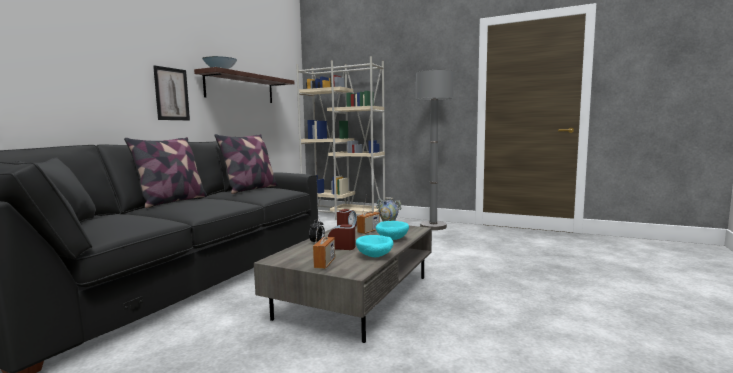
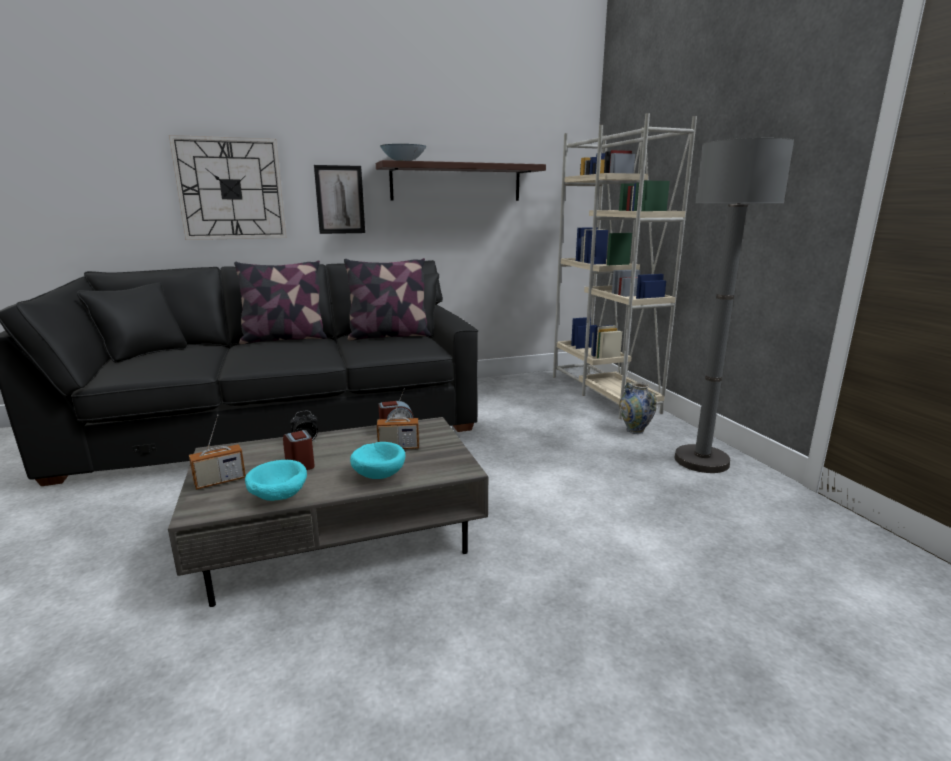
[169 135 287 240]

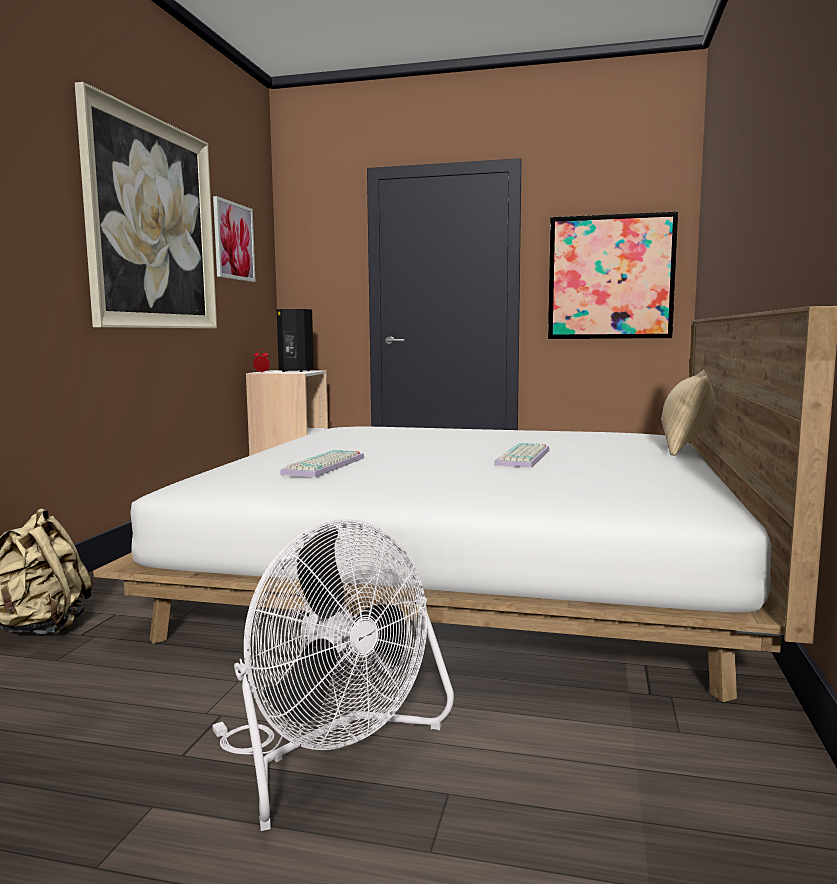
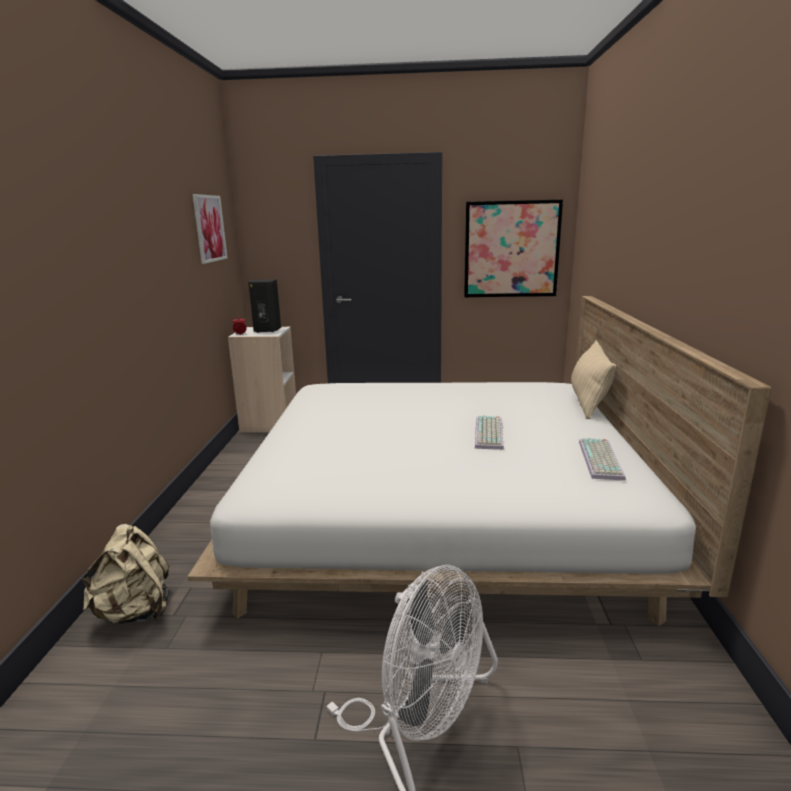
[75 82 217 329] (first image)
[579 438 626 481]

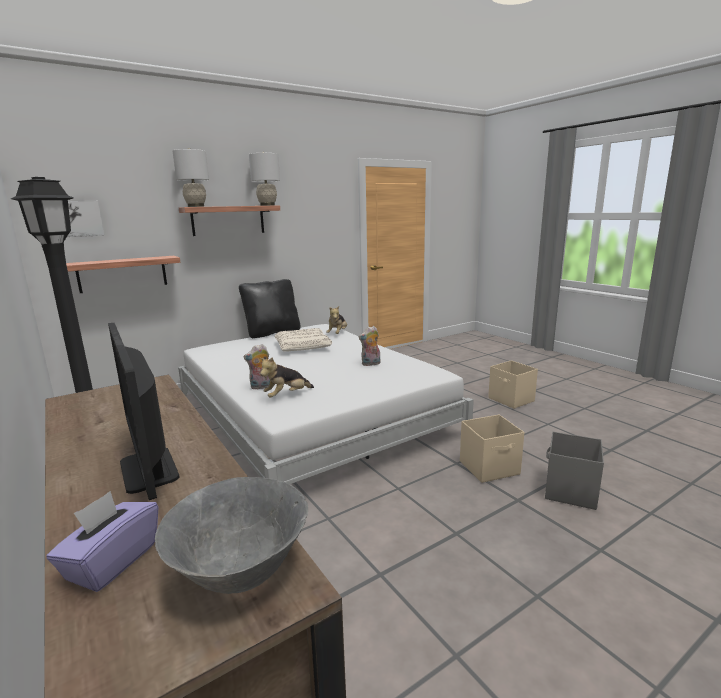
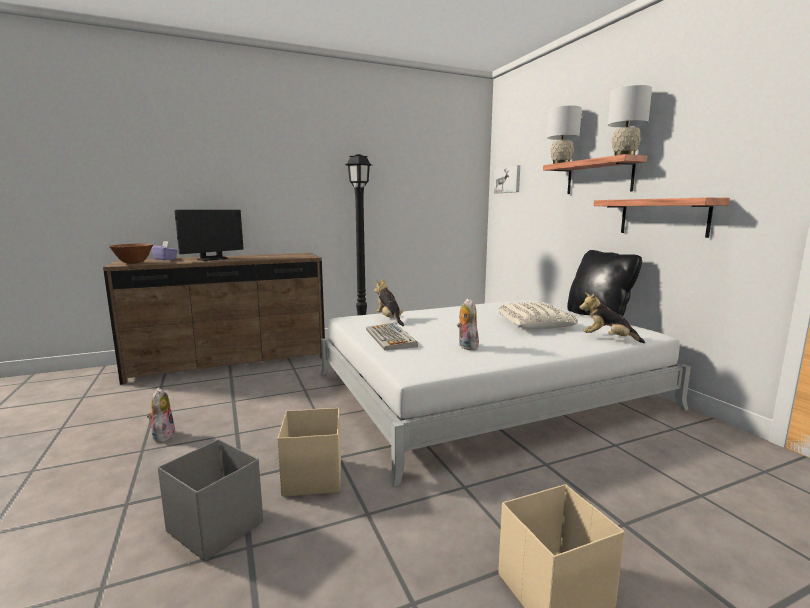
[593 197 730 238]
[174 210 244 261]
[109 243 153 264]
[147 388 176 443]
[366 323 418 350]

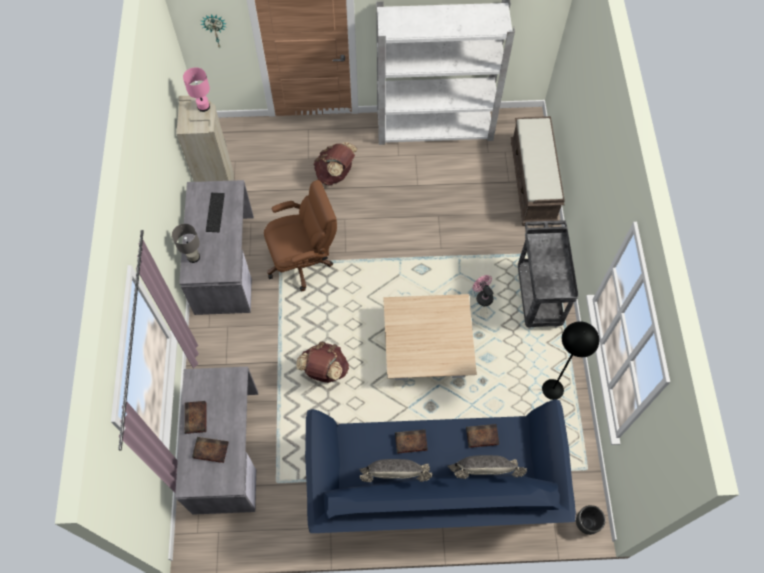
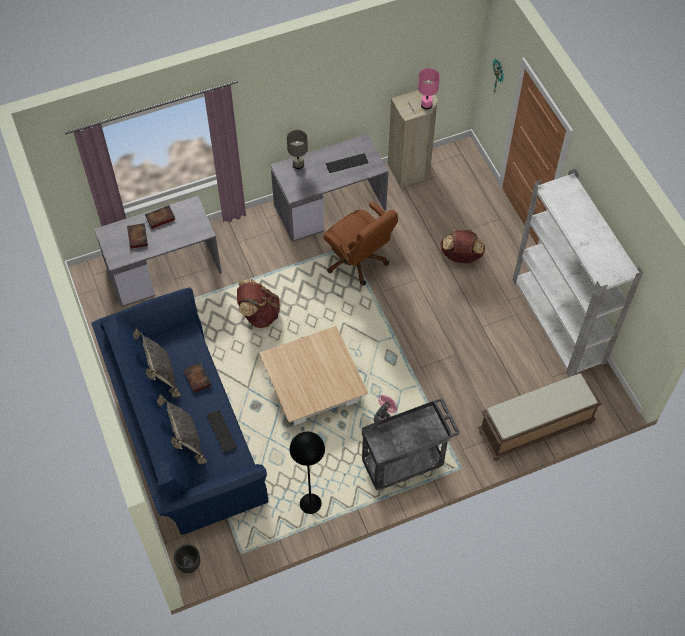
[207 410 237 453]

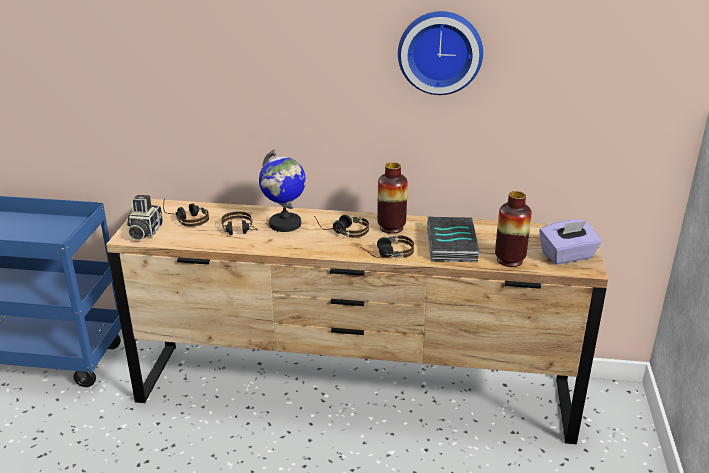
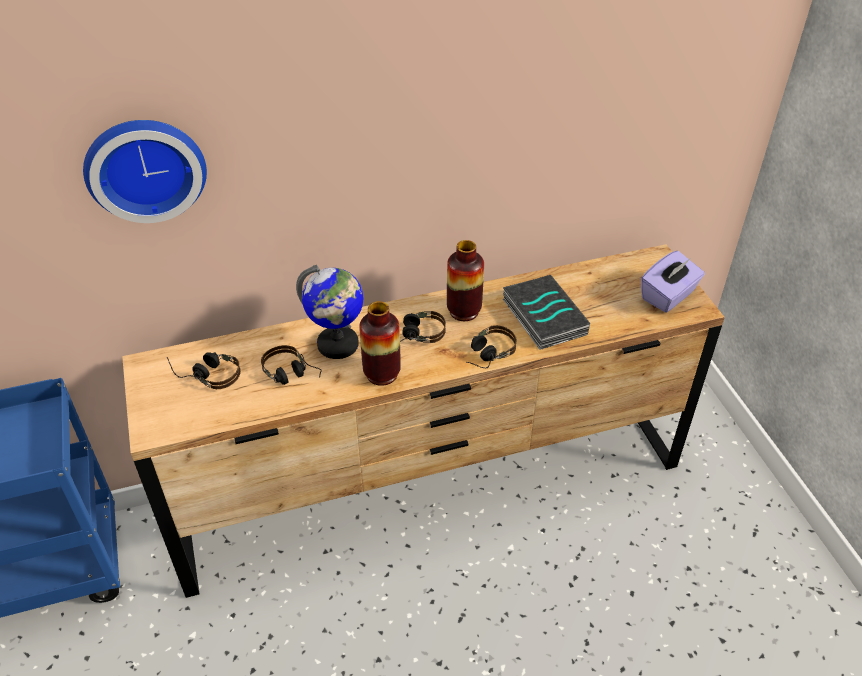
[127 195 163 241] (first image)
[83 120 207 223]
[359 301 401 386]

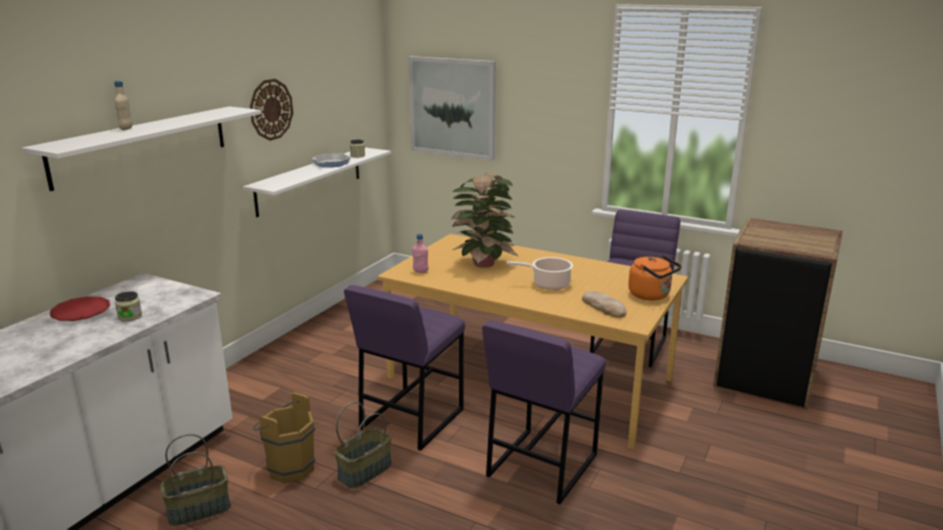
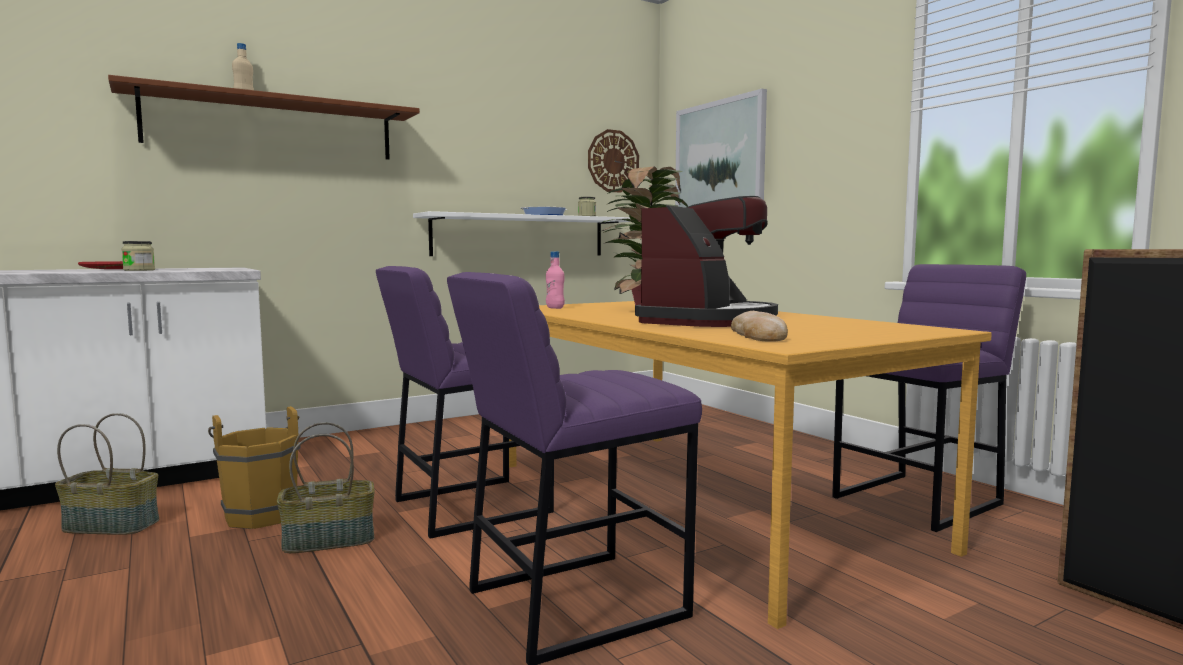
[108 75 420 160]
[588 129 639 193]
[635 196 778 327]
[628 255 682 300] (first image)

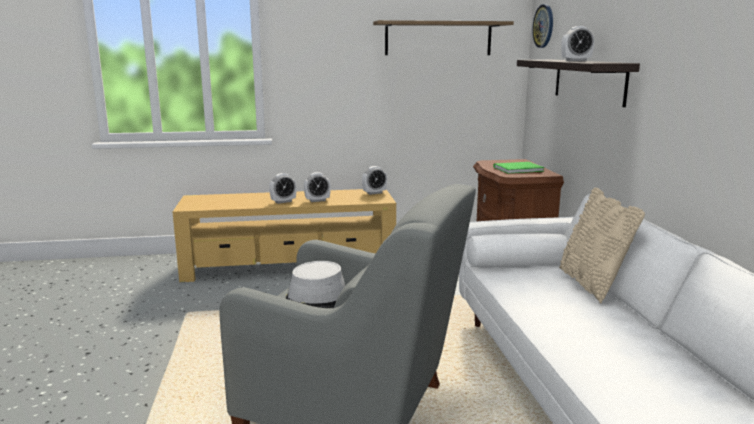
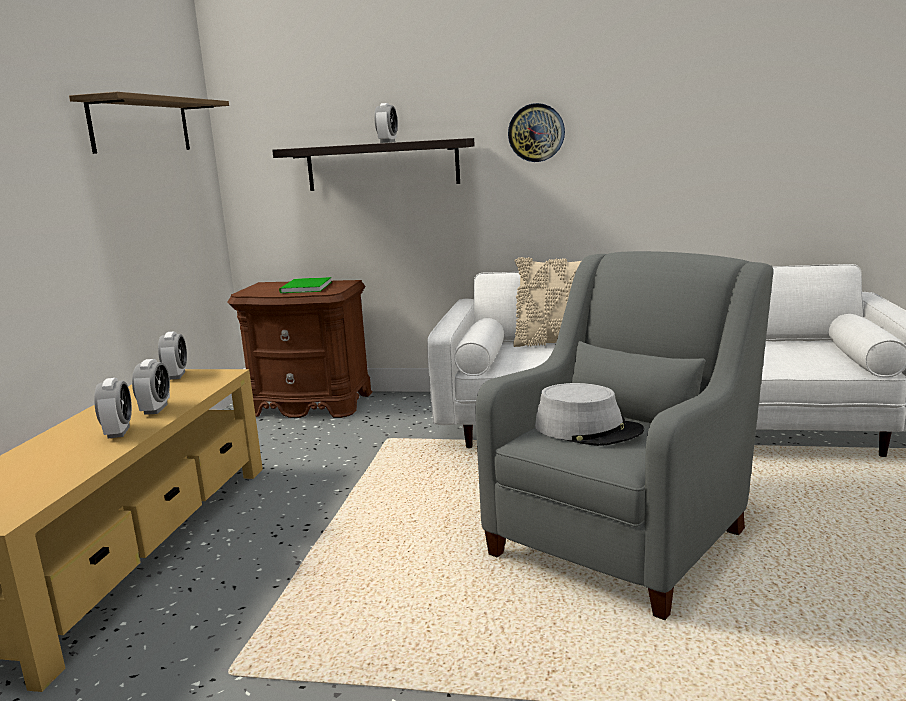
[508 103 565 162]

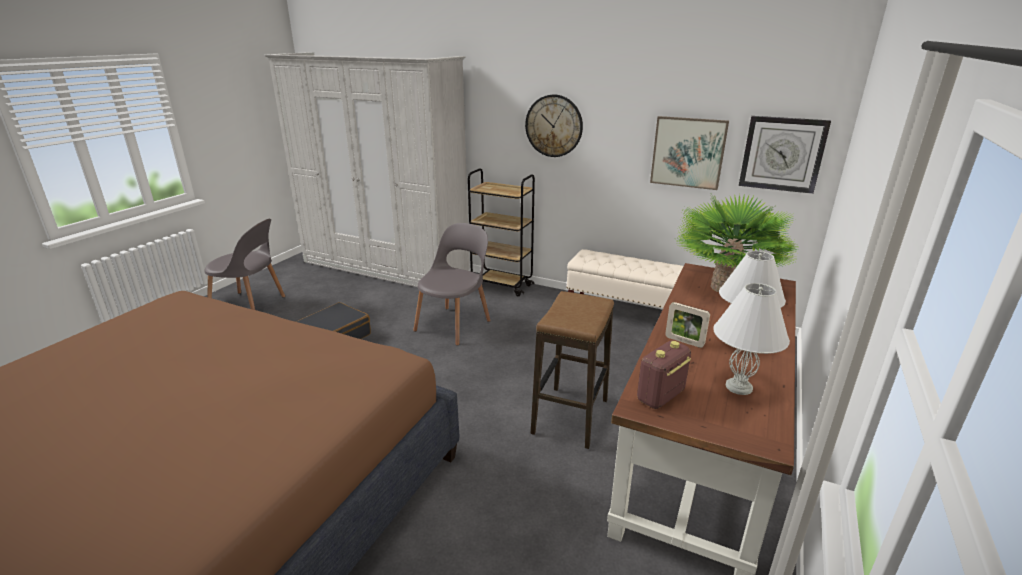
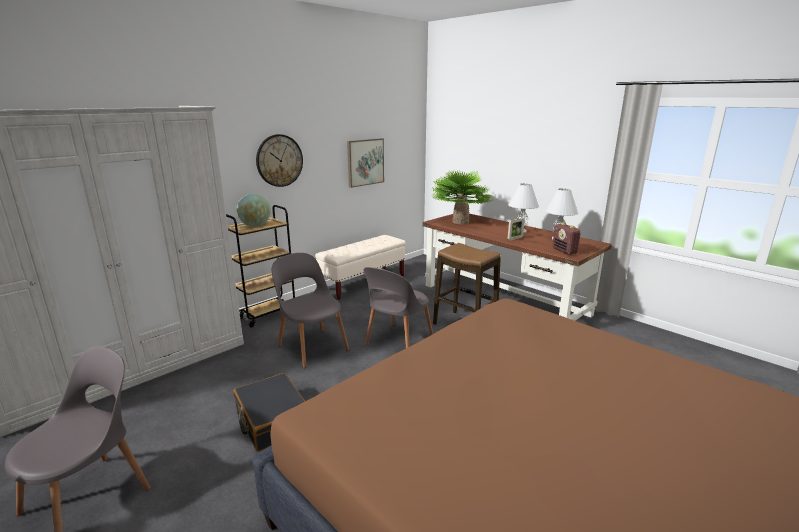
[739 116 831 194] (first image)
[236 194 271 227]
[364 267 433 348]

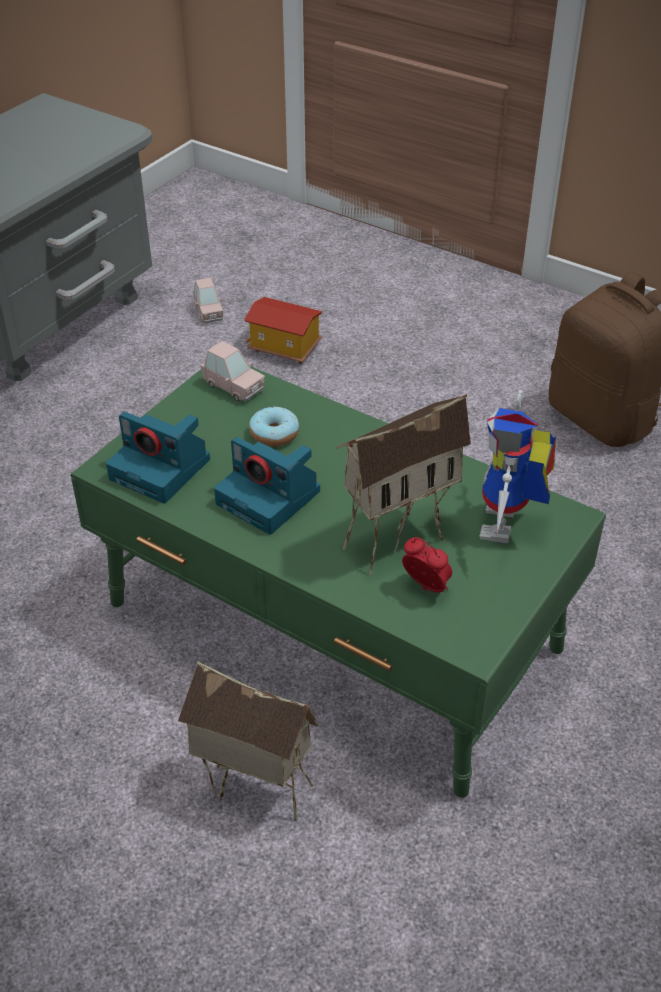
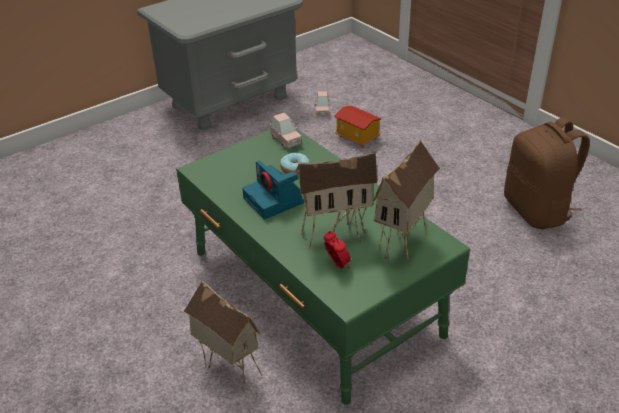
[106 412 210 504] (first image)
[373 139 440 261]

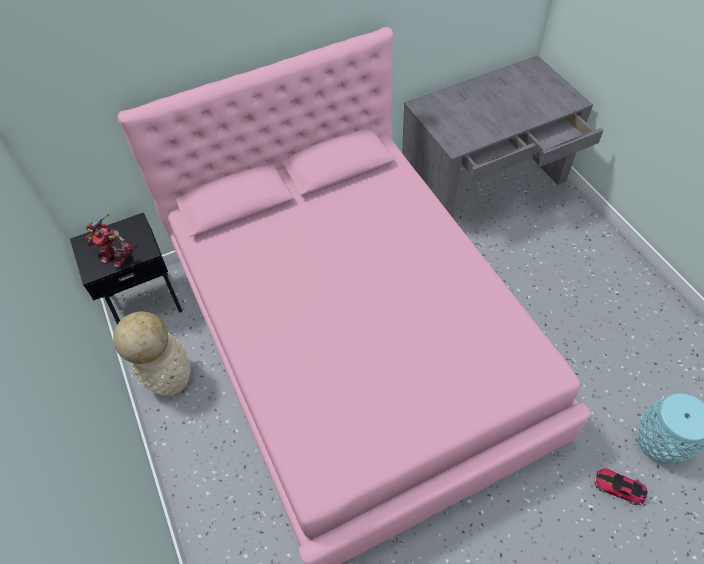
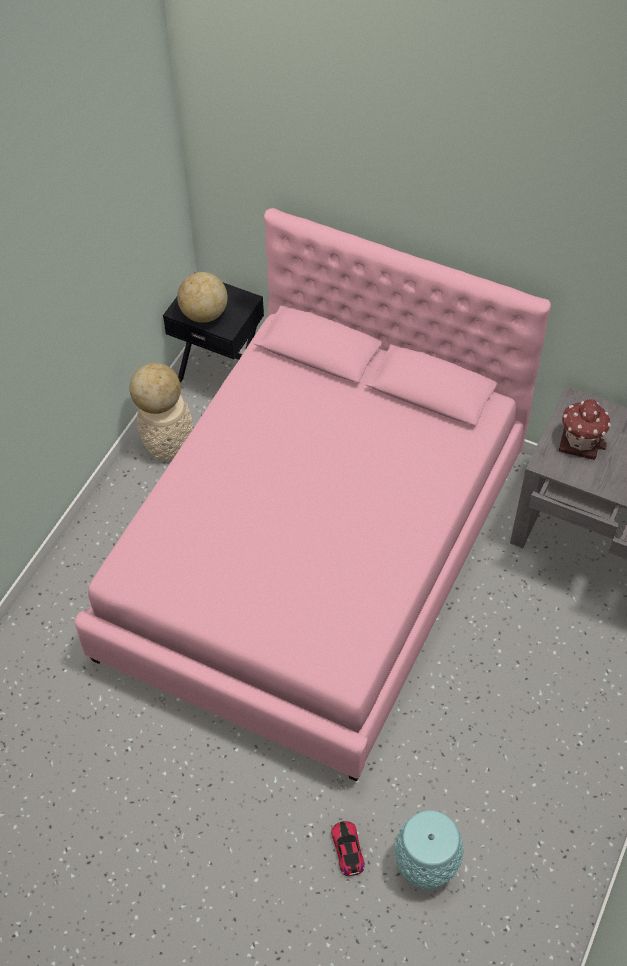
[177 272 228 323]
[559 399 611 460]

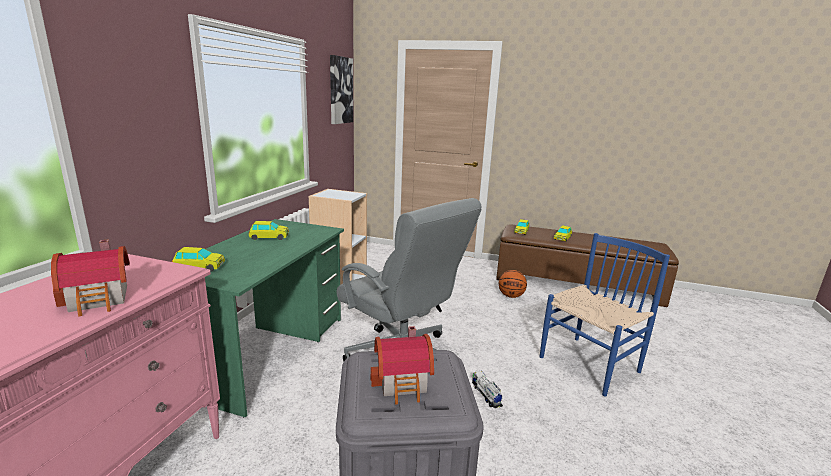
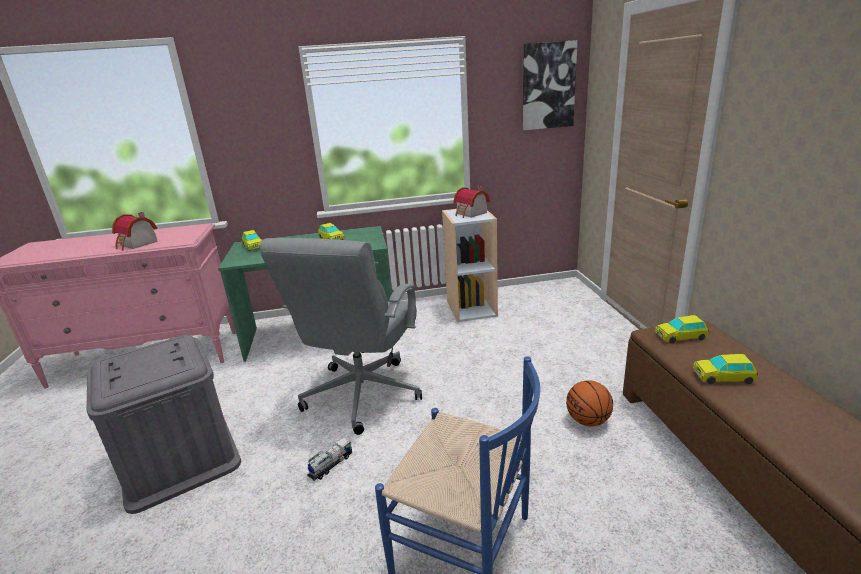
[453 186 490 218]

